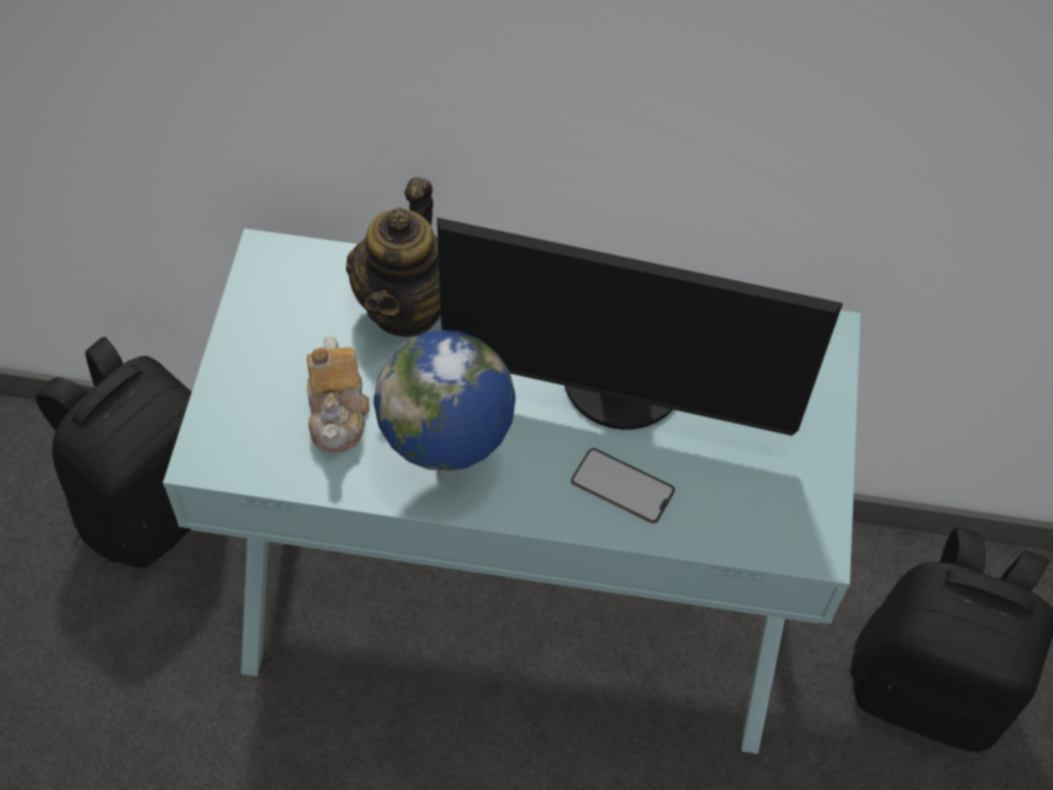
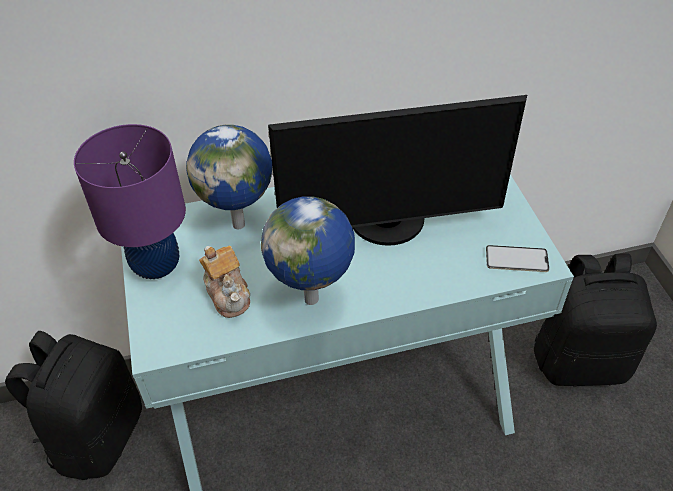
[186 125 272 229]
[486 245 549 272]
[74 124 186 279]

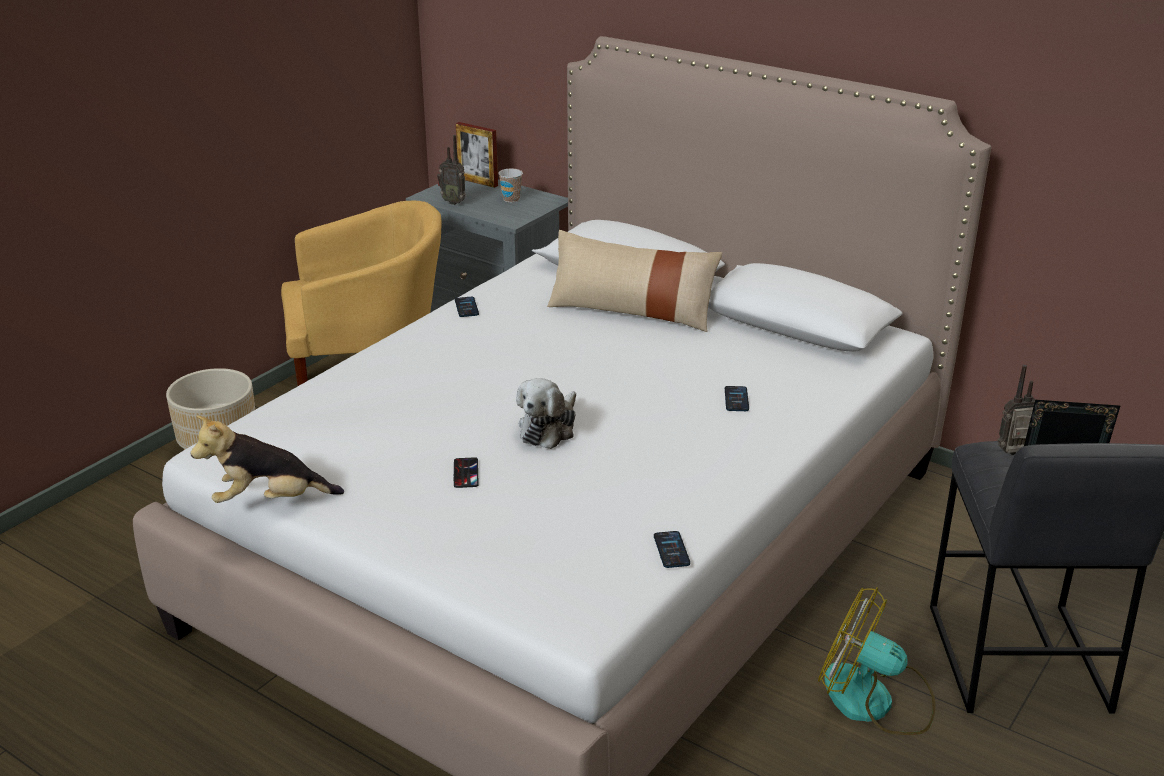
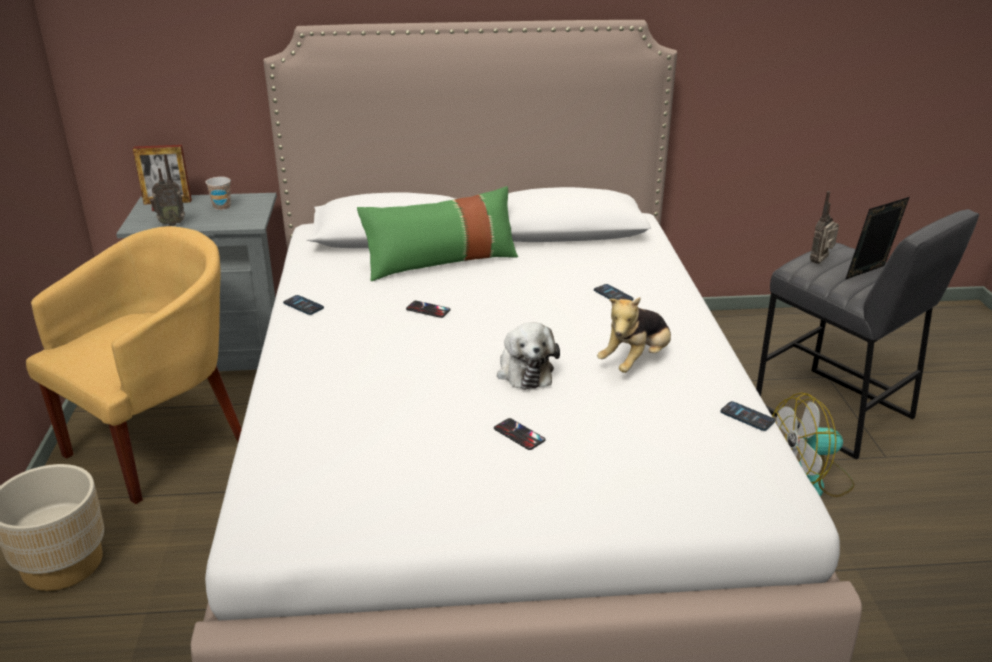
[597 297 671 373]
[357 186 518 281]
[406 301 451 318]

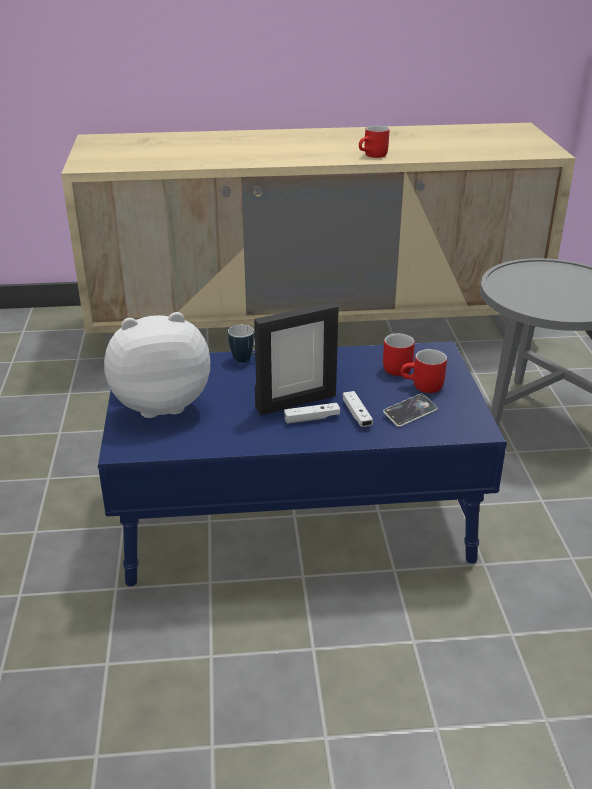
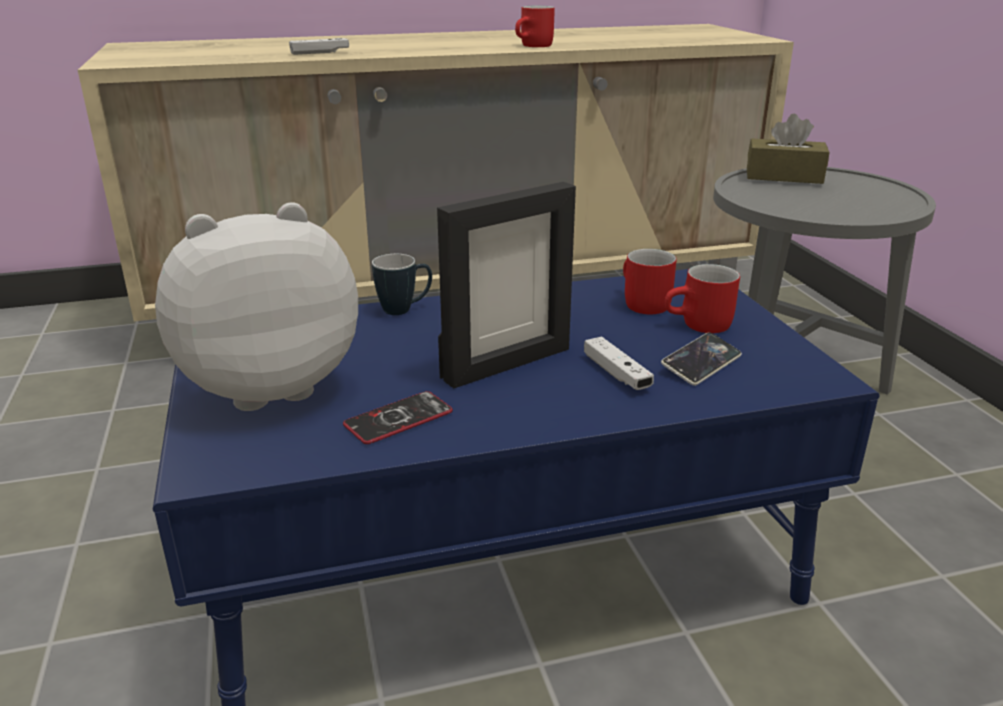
[289 38 349 55]
[343 391 453 444]
[747 113 830 184]

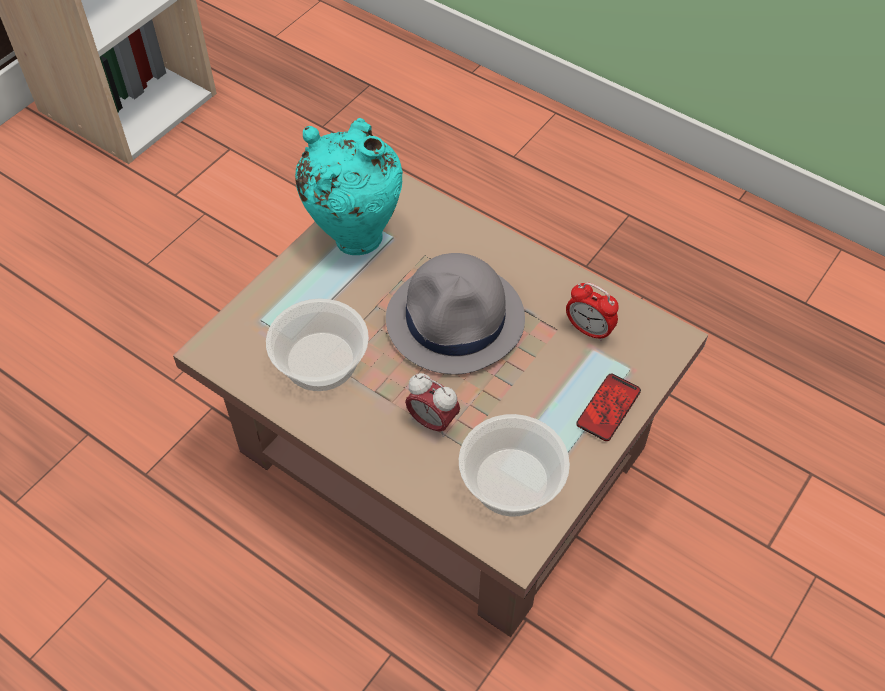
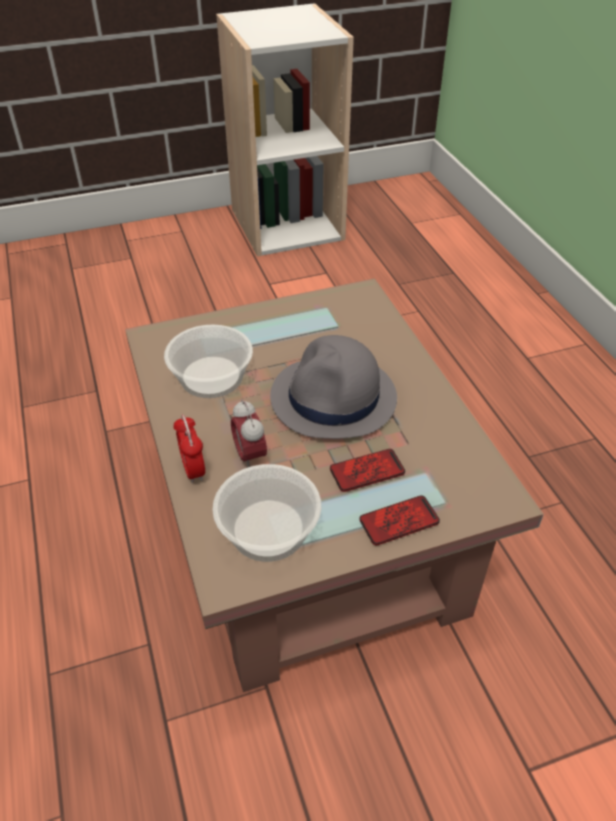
[295 118 403 255] (first image)
[173 415 205 483]
[330 449 405 492]

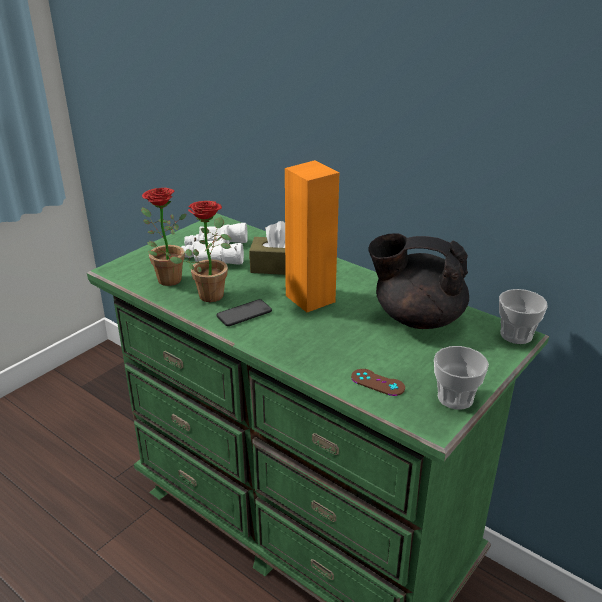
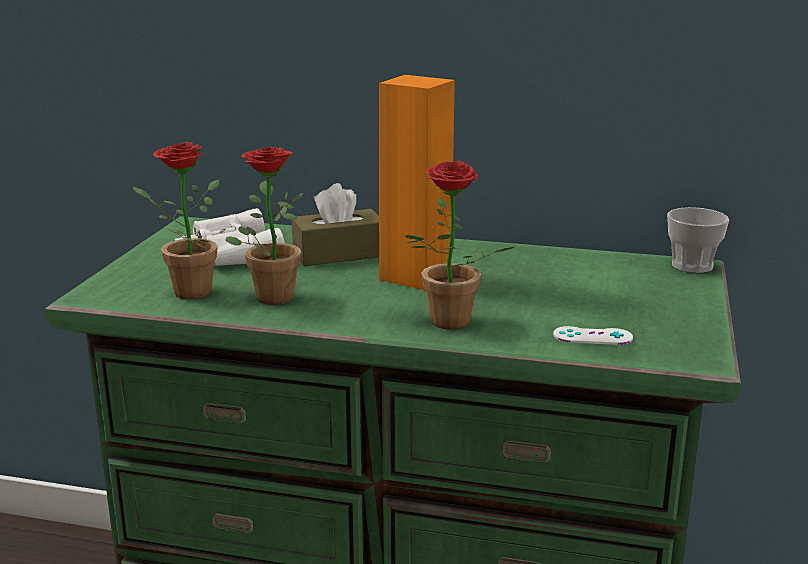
[216 299 272 326] (first image)
[553 326 633 345]
[368 233 469 329] (first image)
[434 346 489 410] (first image)
[405 161 514 330]

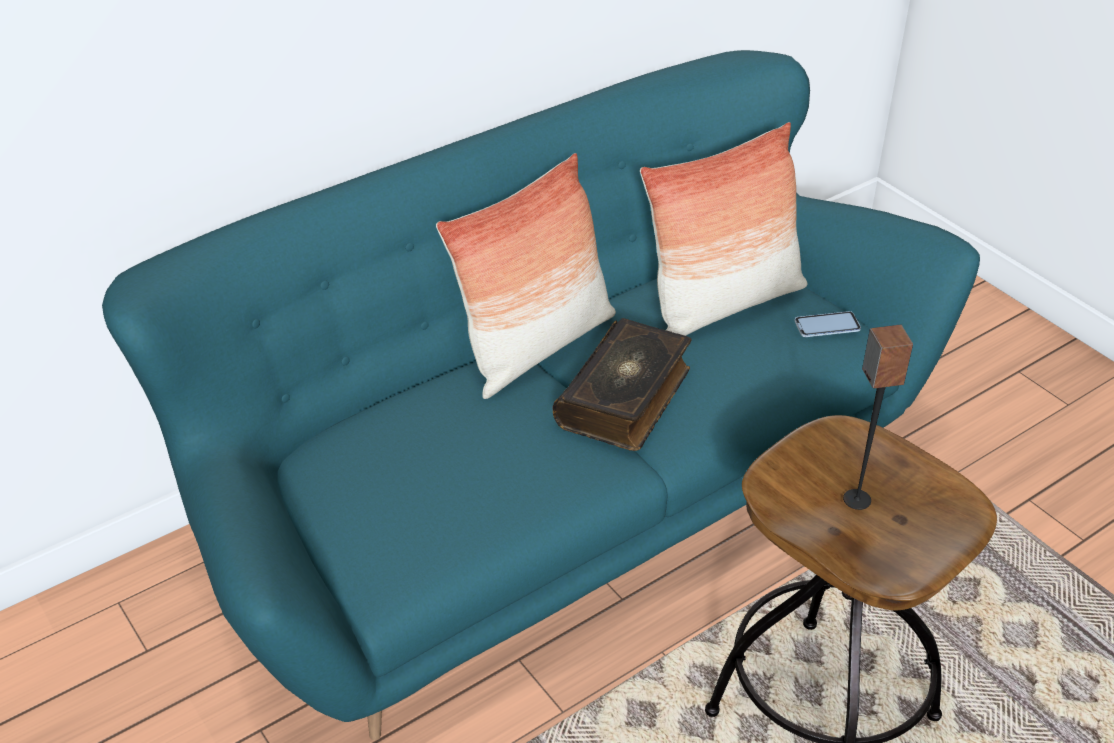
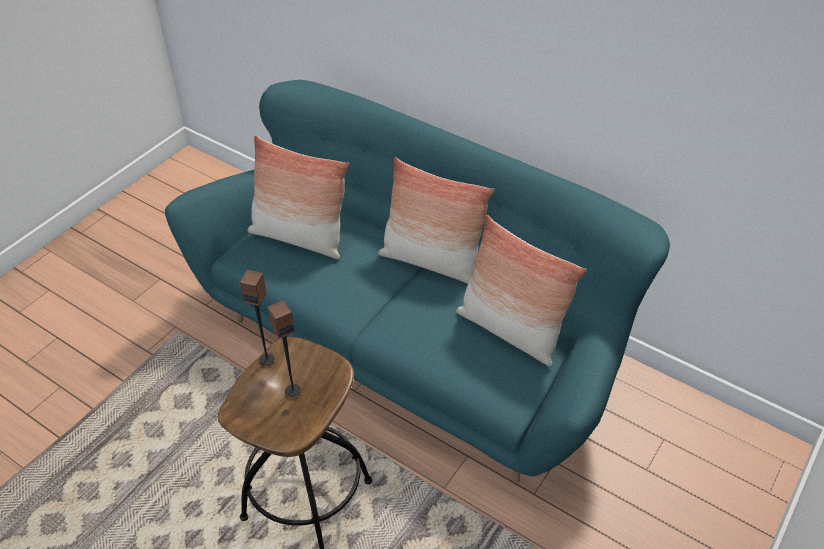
[553 318 692 451] (first image)
[794 311 861 337] (first image)
[240 270 275 366]
[248 135 349 259]

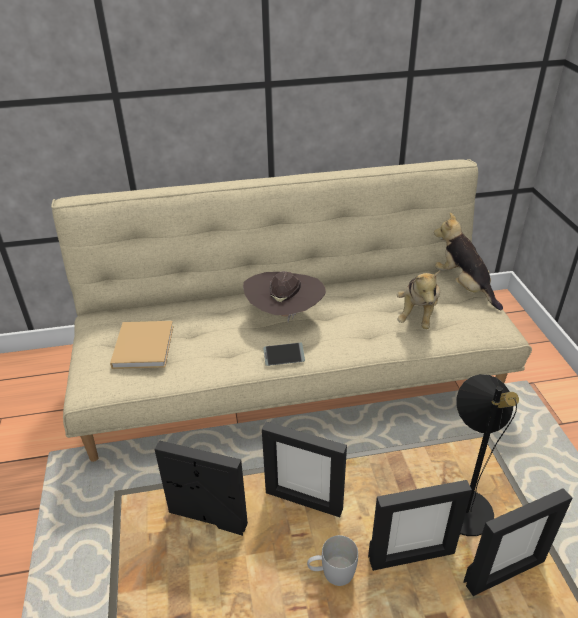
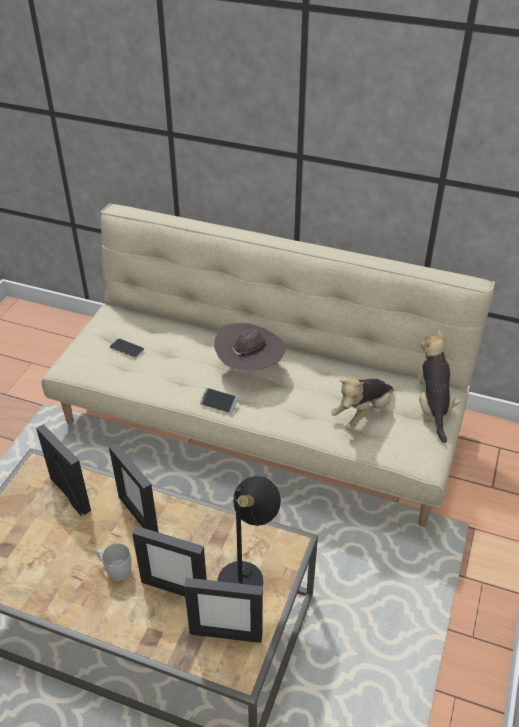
[110 338 144 358]

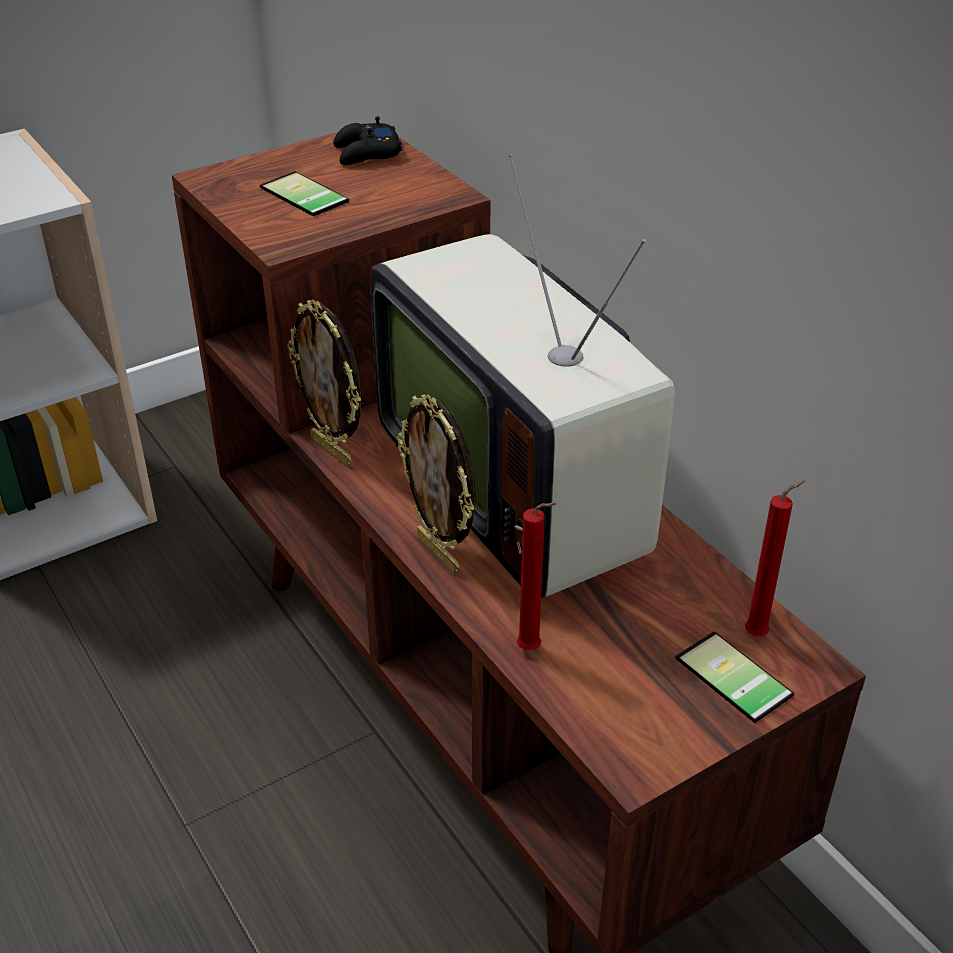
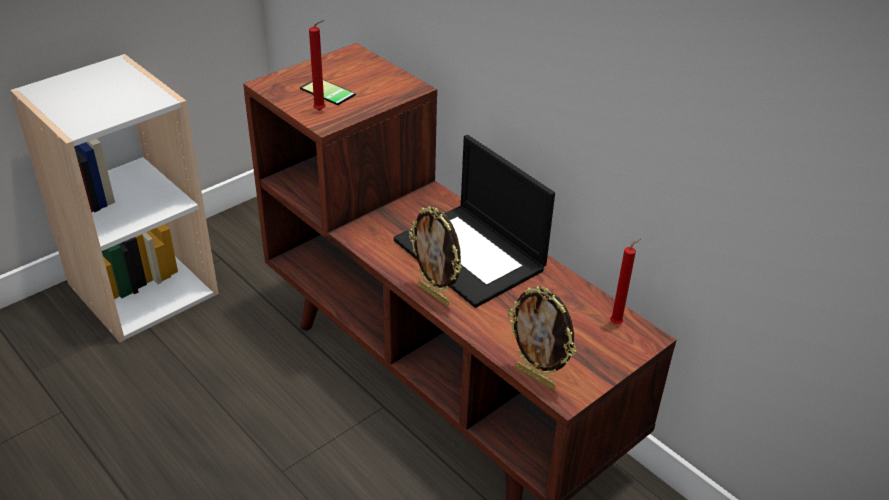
[508 286 576 390]
[333 116 402 165] (first image)
[394 135 555 308]
[309 20 326 111]
[675 631 794 723] (first image)

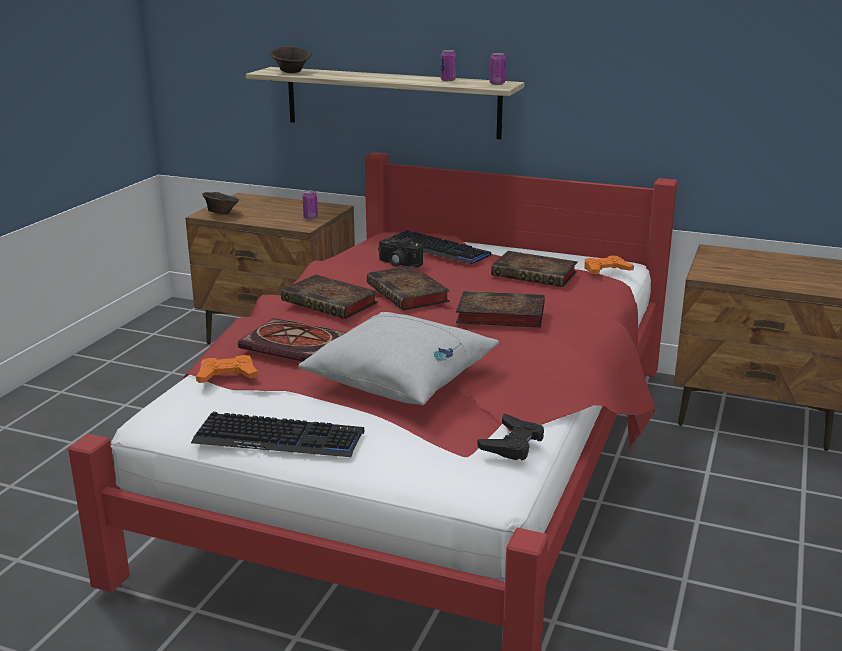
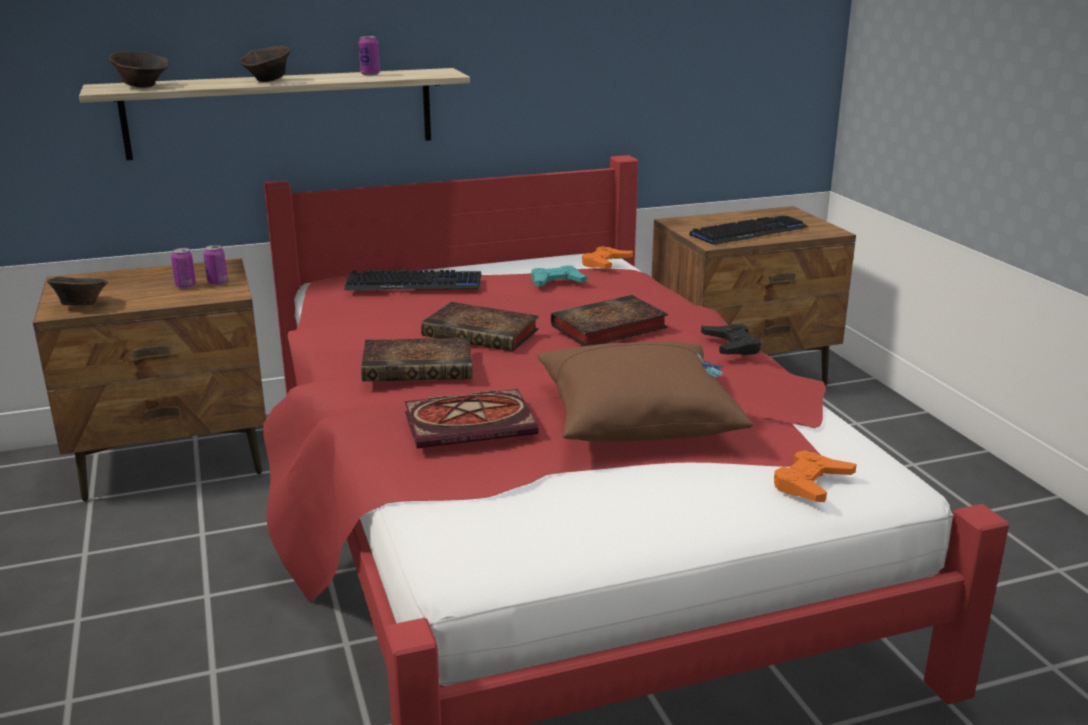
[689 215 808 245]
[774 450 857 502]
[537 341 753 441]
[378 237 423 268] (first image)
[701 324 761 355]
[171 248 196 289]
[532 265 587 287]
[239 46 290 82]

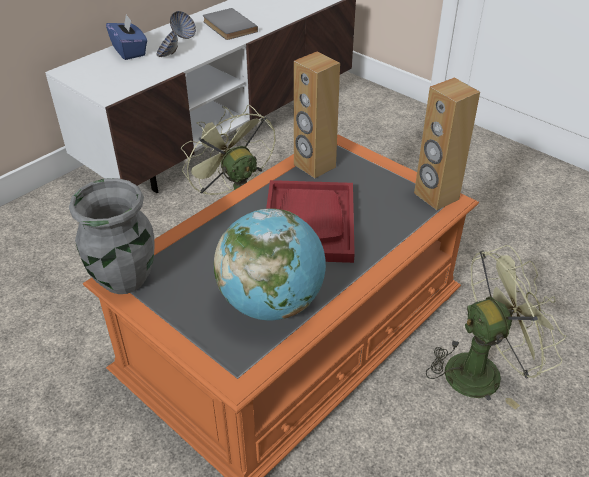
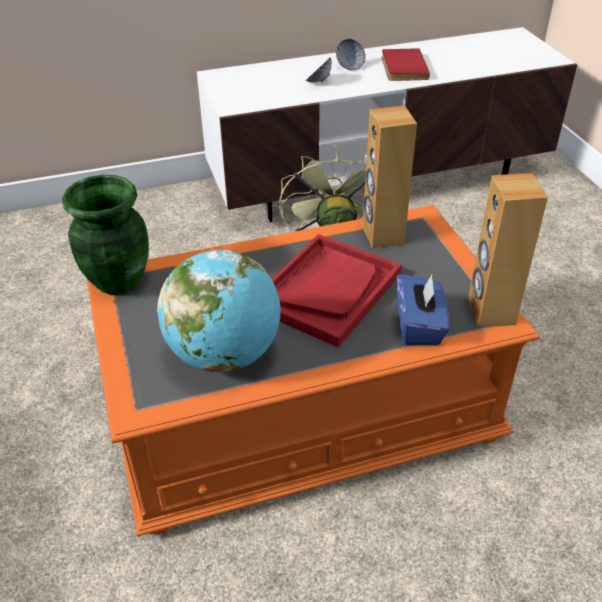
[62 175 149 295]
[397 273 450 345]
[382 48 430 81]
[426 245 566 410] (first image)

